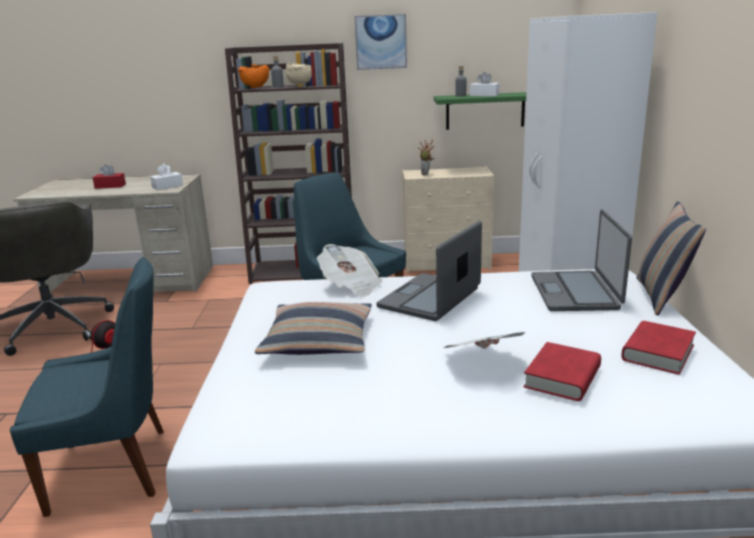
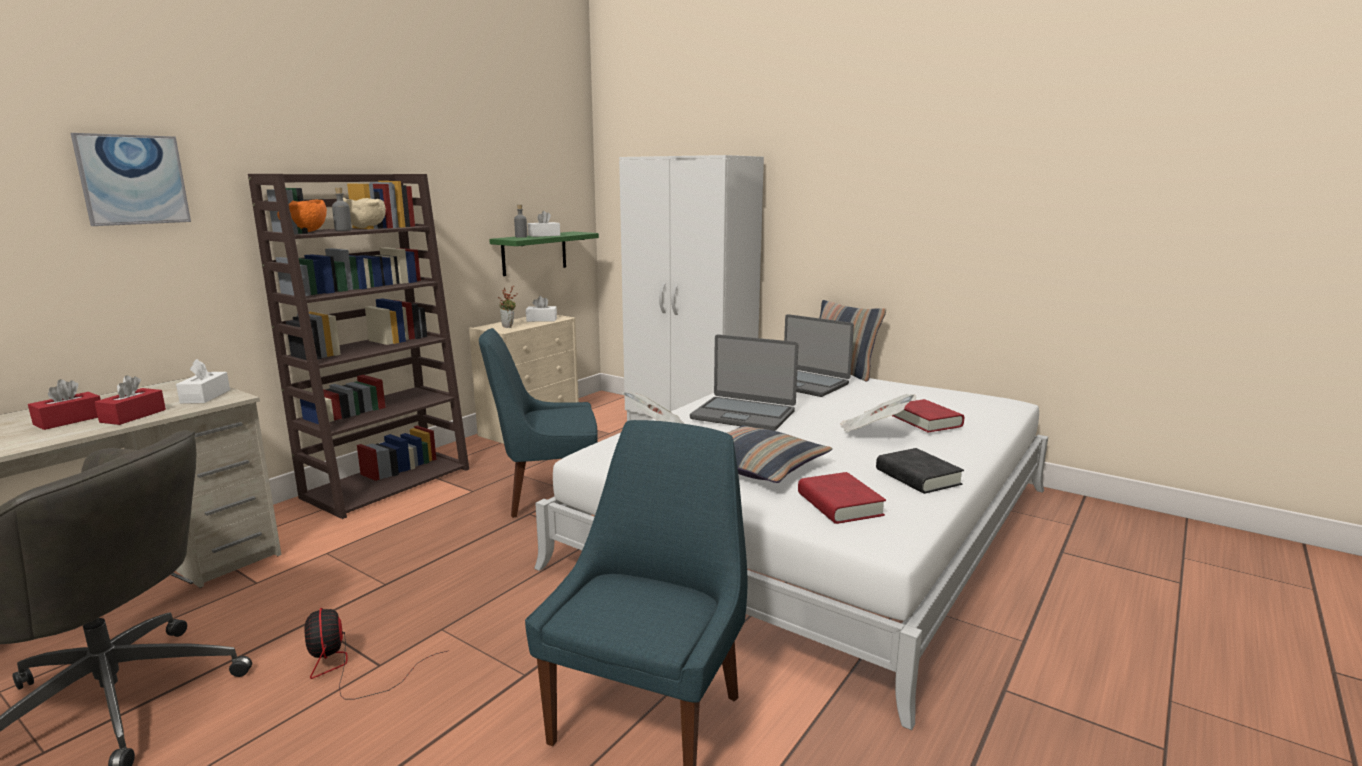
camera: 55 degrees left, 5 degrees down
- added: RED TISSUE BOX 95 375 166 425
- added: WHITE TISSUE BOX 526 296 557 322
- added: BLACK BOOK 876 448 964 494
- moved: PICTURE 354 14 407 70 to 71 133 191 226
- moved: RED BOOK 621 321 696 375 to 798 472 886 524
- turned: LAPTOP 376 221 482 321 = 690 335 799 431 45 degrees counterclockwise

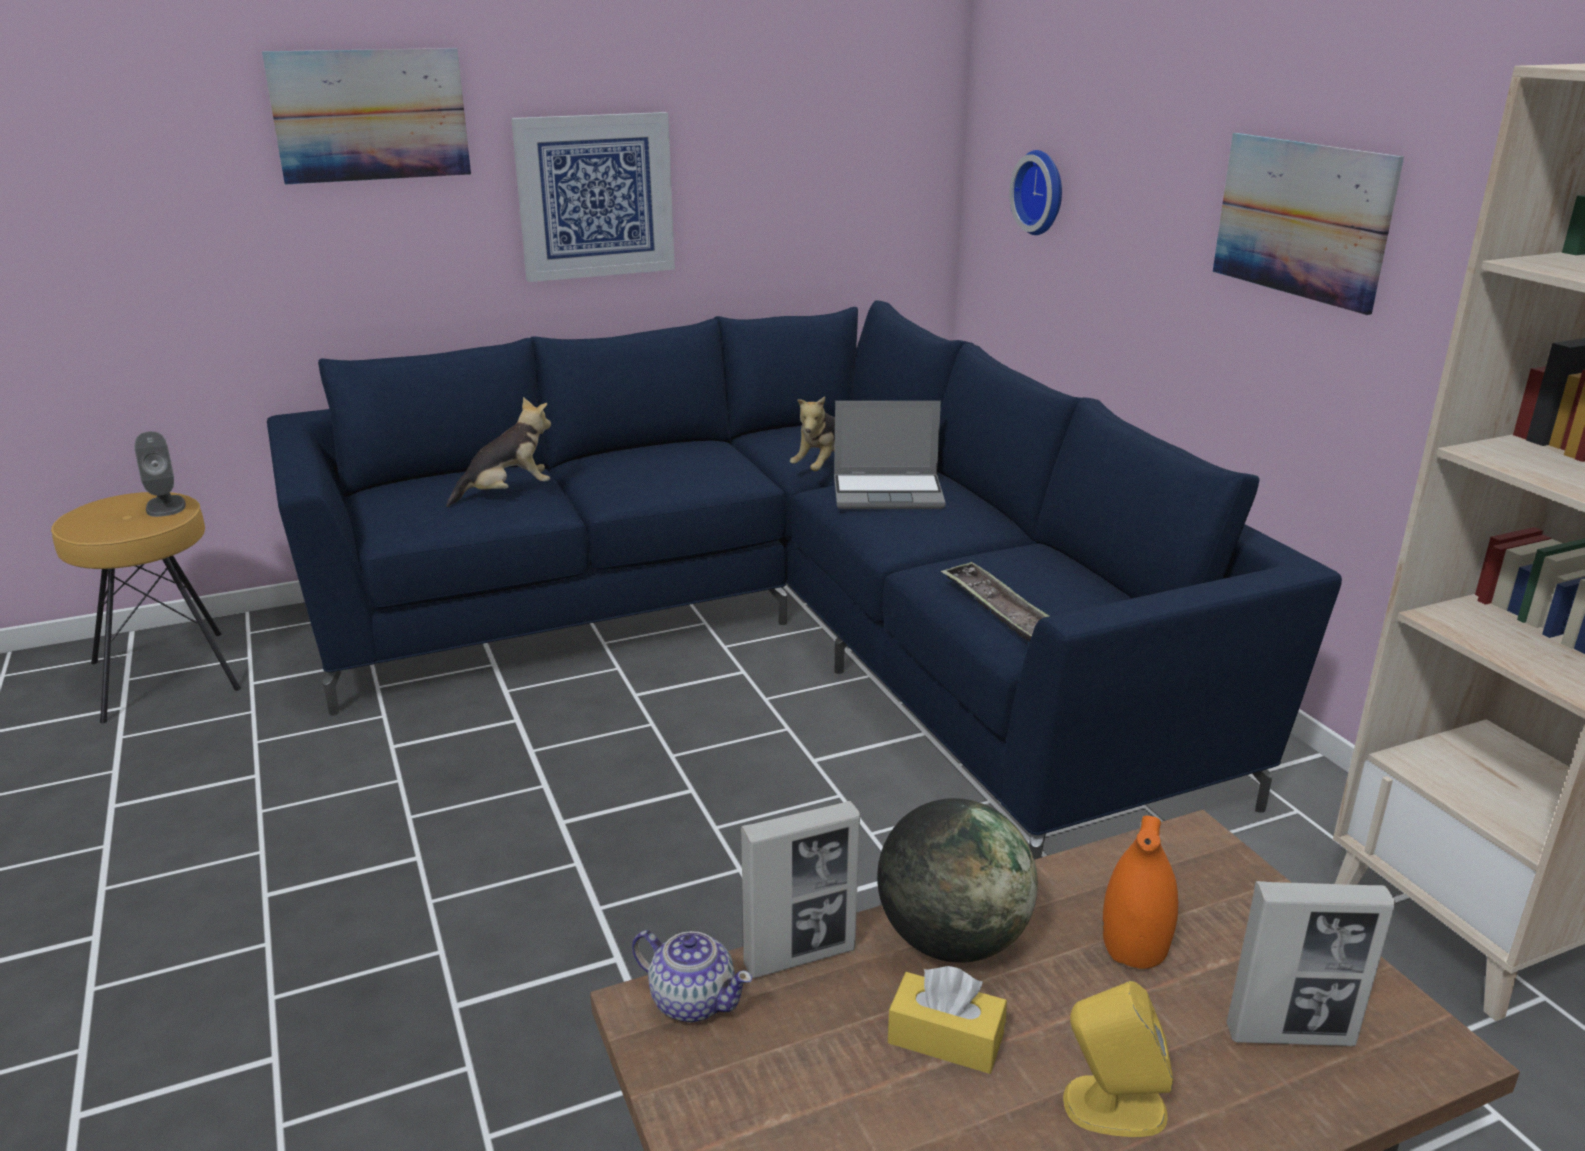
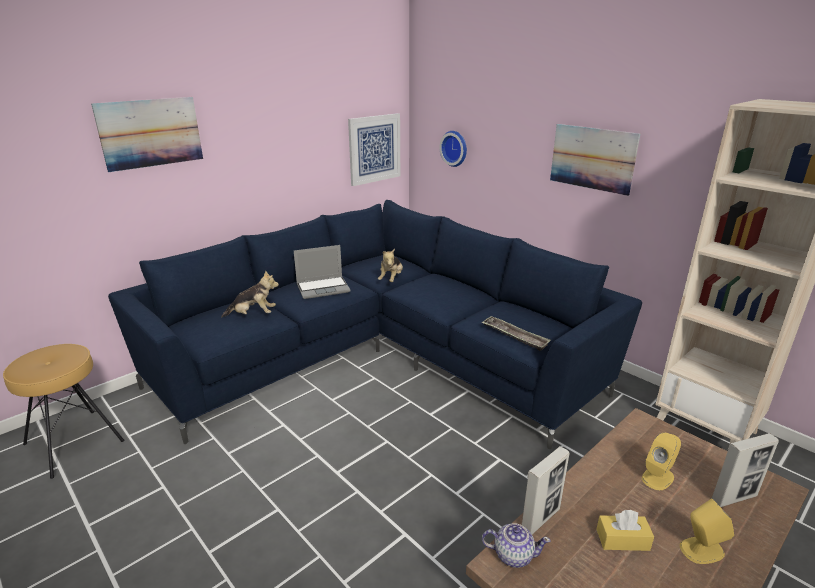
camera: 20 degrees left, 0 degrees up
- removed: GREY SPEAKER 134 431 186 517
- removed: GLOBE 877 798 1038 963
- moved: PICTURE 511 112 675 282 to 348 113 400 186
- moved: LAPTOP 834 401 946 509 to 294 245 351 299
- replaced: ORANGE VASE 1103 816 1178 969 to YELLOW SPEAKER 642 433 681 491
- turned: PLUSH TOY 446 397 551 507 = 221 270 279 317 45 degrees clockwise

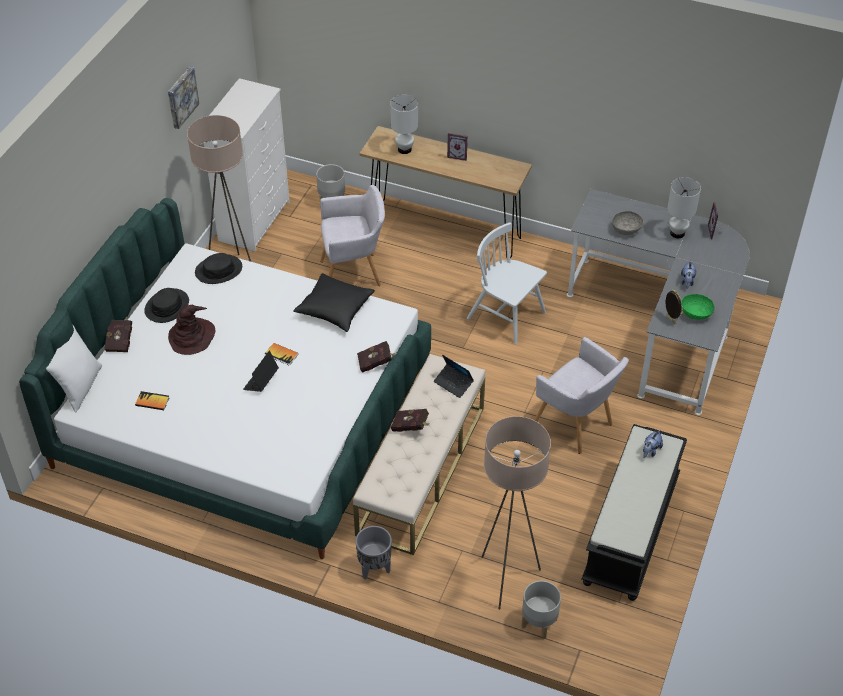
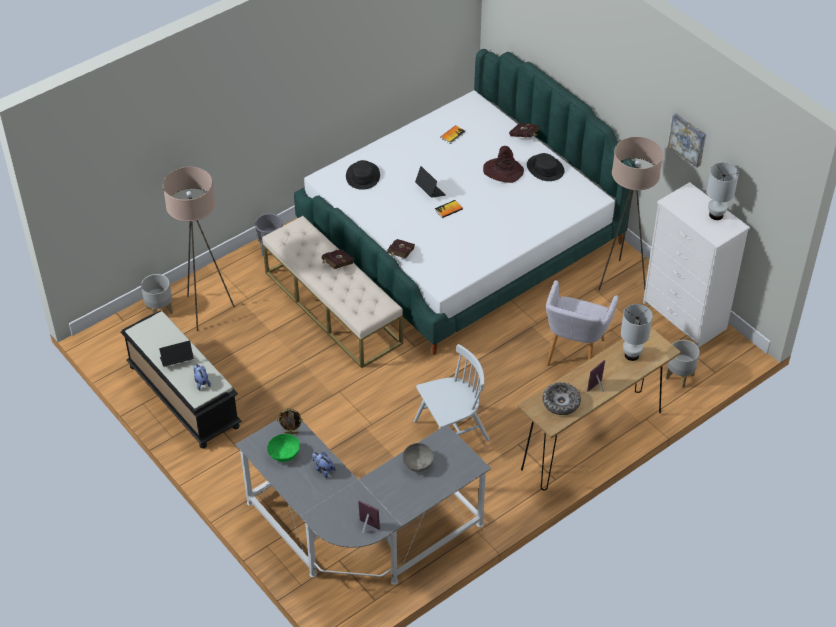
camera: 120 degrees right, 0 degrees up
- removed: WHITE PILLOW 46 325 102 413
- removed: BLACK PILLOW 294 273 375 332
- removed: GREY ARMCHAIR 534 337 629 454
- added: BOWL 542 382 581 415
- moved: BLACK HAT 195 253 242 284 to 346 160 380 190
- moved: LAPTOP 434 355 474 398 to 159 341 194 367
- moved: WHITE TABLE LAMP 667 177 701 238 to 707 163 739 220

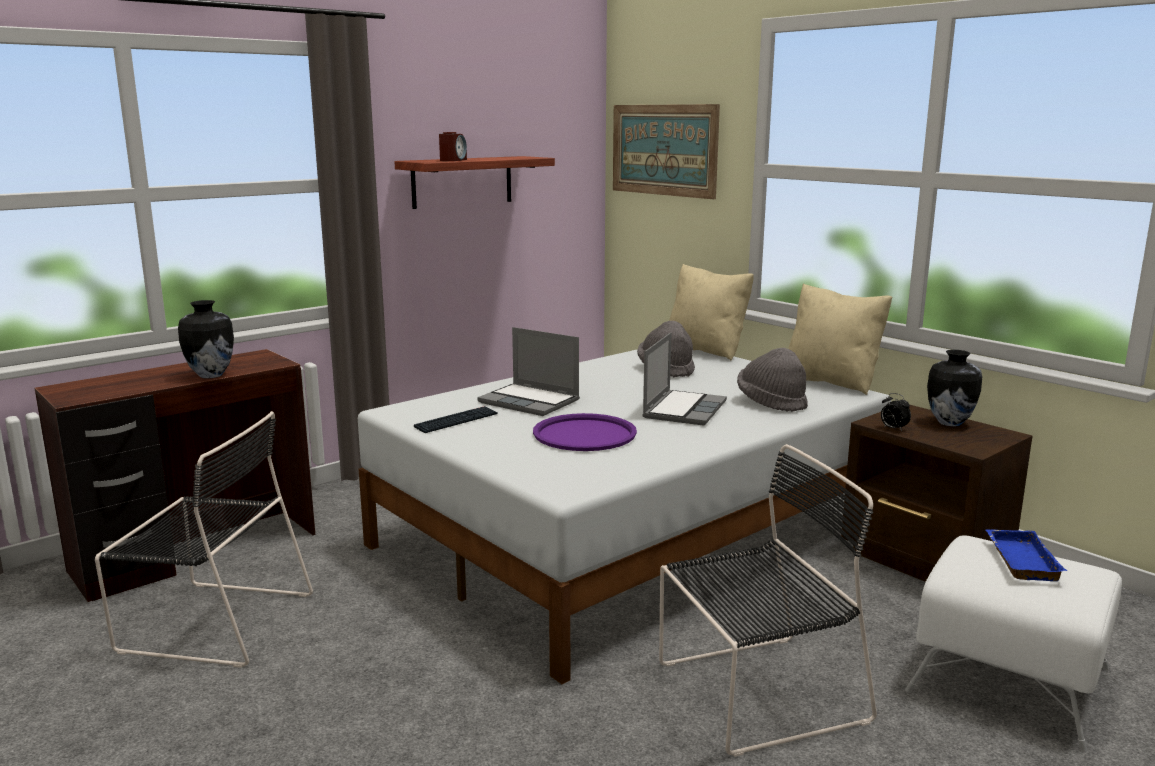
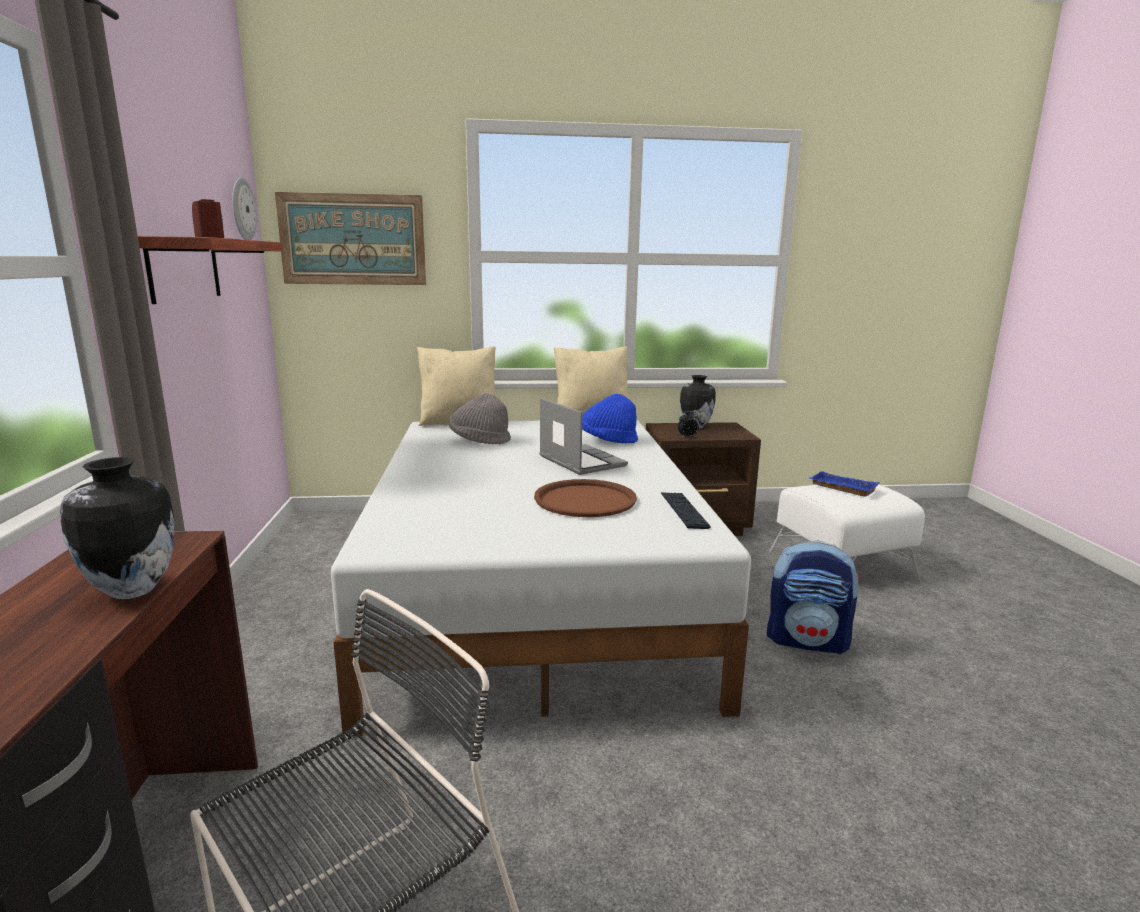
camera: 55 degrees left, 0 degrees up
- removed: LAPTOP 477 327 580 416
- added: WALL CLOCK 232 178 257 240
- moved: KEYBOARD 414 406 498 433 to 661 492 711 529
- replaced: BLACK CHAIR 659 444 877 757 to BACKPACK 767 541 860 655
- recoloured: PURPLE TRAY 533 413 637 451 to BROWN TRAY 534 479 637 517
- recoloured: GREY HAT 737 348 808 412 to BLUE HAT 582 394 638 444

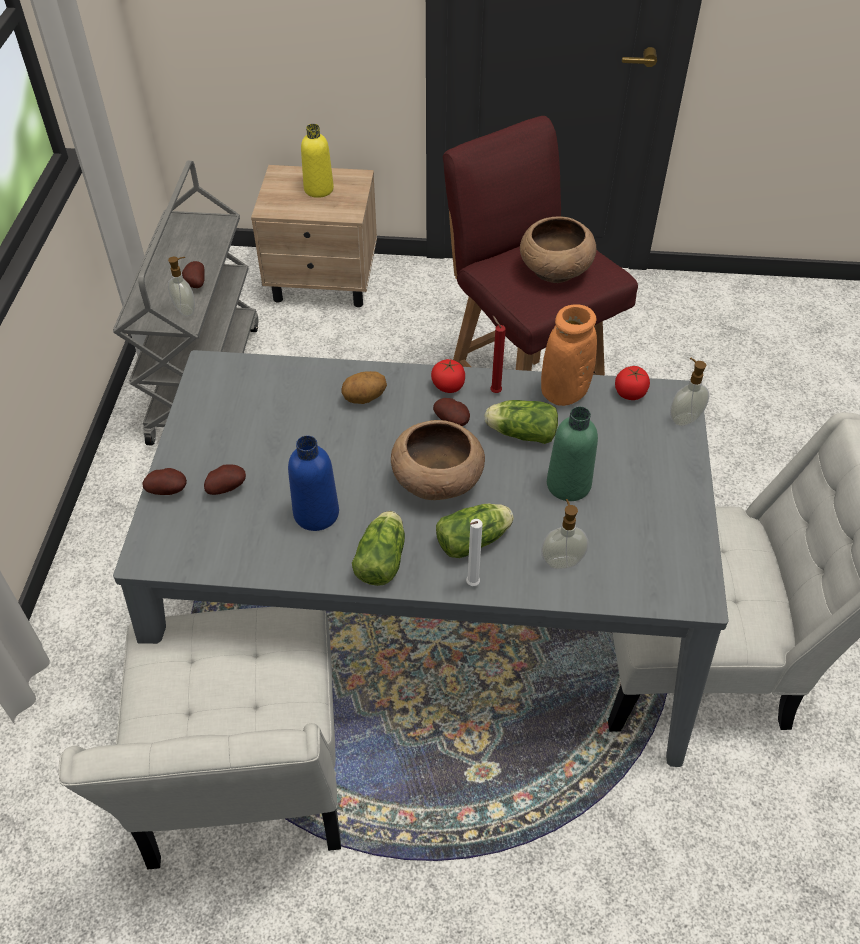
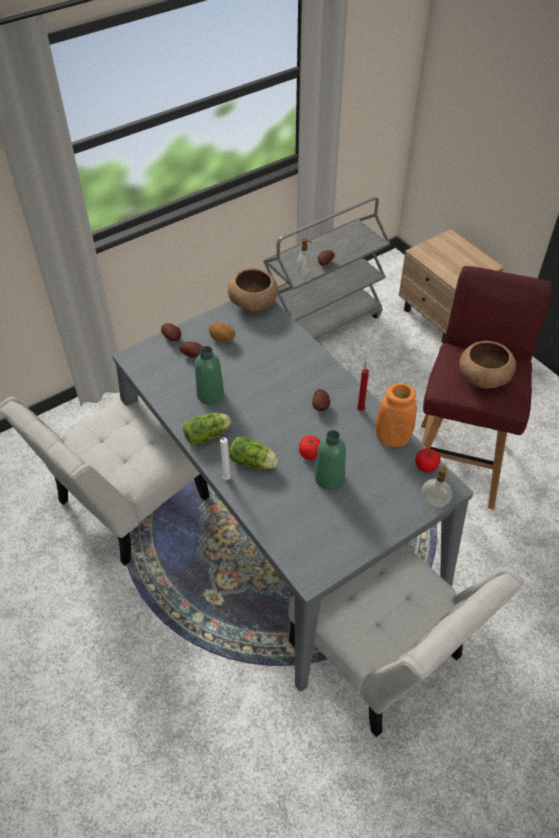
camera: 50 degrees right, 0 degrees up
- removed: YELLOW BOTTLE 301 124 334 198
- removed: LETTUCE 485 400 558 444
- removed: SOAP DISPENSER 541 499 589 569
- moved: POTATO 341 371 387 404 to 209 322 235 342
- moved: BROWN BOWL 391 420 485 500 to 228 268 278 313
- moved: TOMATO 431 359 465 393 to 299 436 320 460
- recoloured: BLUE BOTTLE 288 436 339 531 to GREEN BOTTLE 195 346 224 405

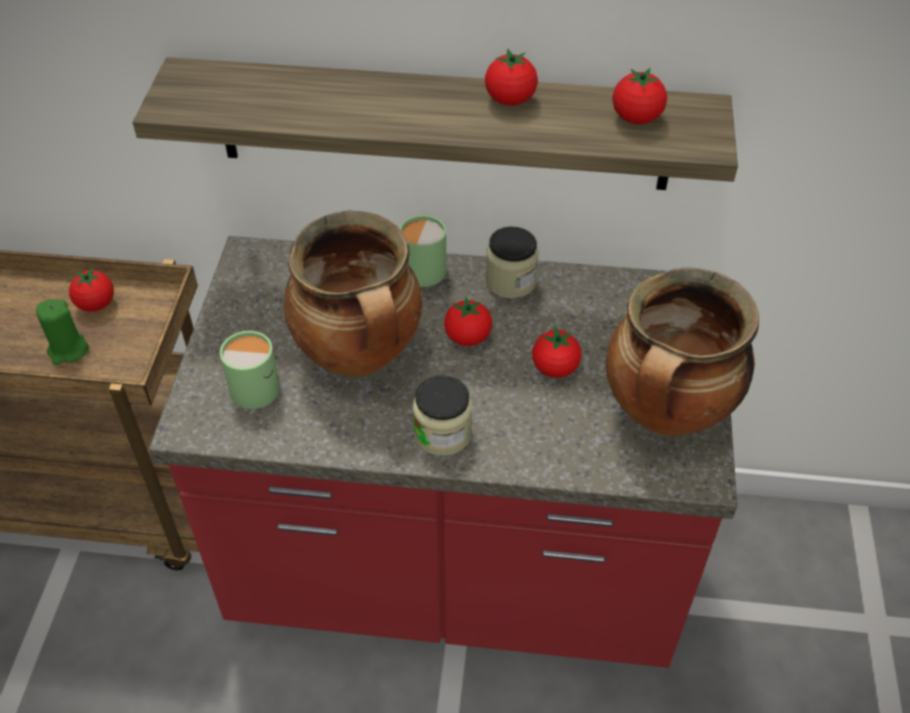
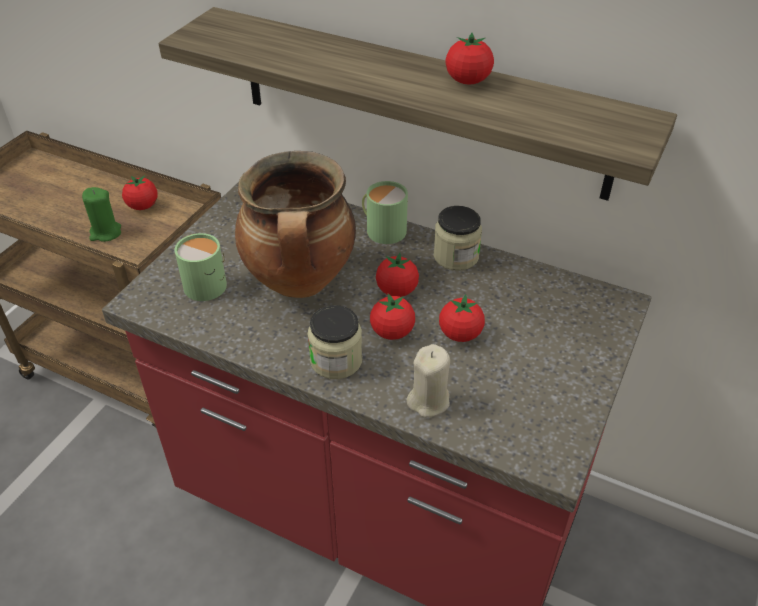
camera: 20 degrees right, 5 degrees down
- removed: COOKING POT 606 267 759 436
- added: BEIGE CANDLE 406 344 450 418
- moved: TOMATO 612 68 667 124 to 370 294 415 340

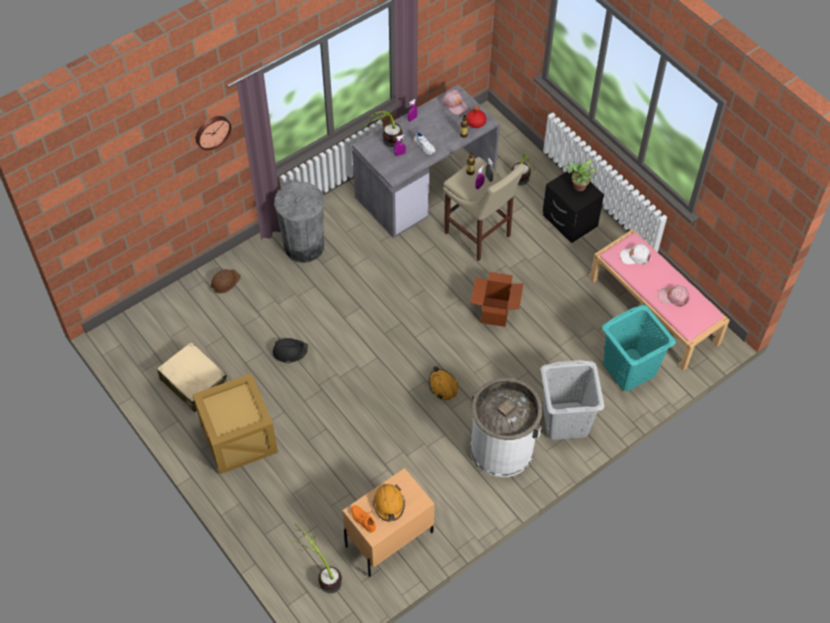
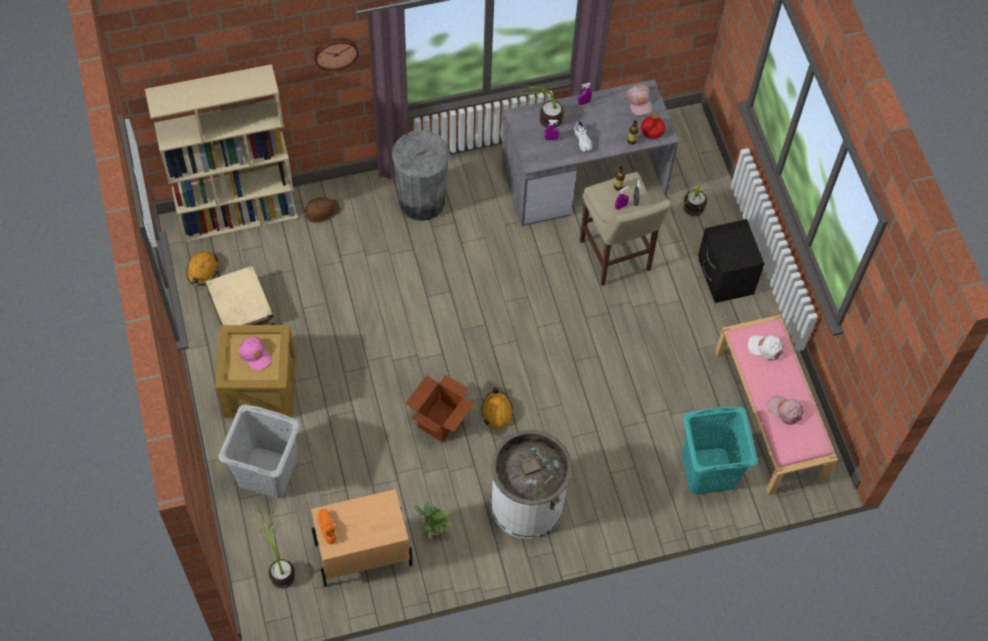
camera: 20 degrees right, 5 degrees up
- removed: BLACK HARD HAT 273 338 308 363
- added: BEIGE BOOKCASE 145 64 298 243
- added: PINK CAP 238 336 272 371
- moved: ORANGE HARD HAT 373 484 405 521 to 186 251 219 286
- moved: CARDBOARD BOX 471 272 524 327 to 405 374 475 442
- moved: GREY LAUNDRY BASKET 541 360 604 440 to 219 404 301 498
- moved: POTTED PLANT 564 160 596 191 to 414 501 453 540

